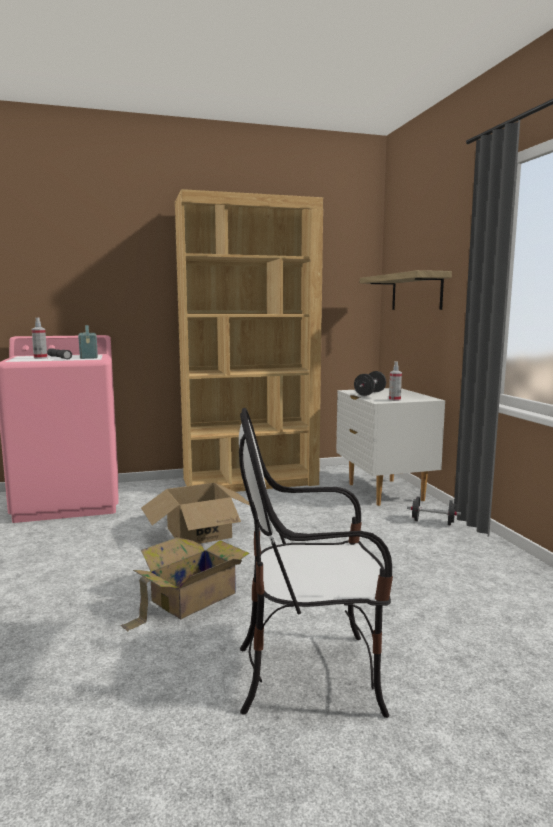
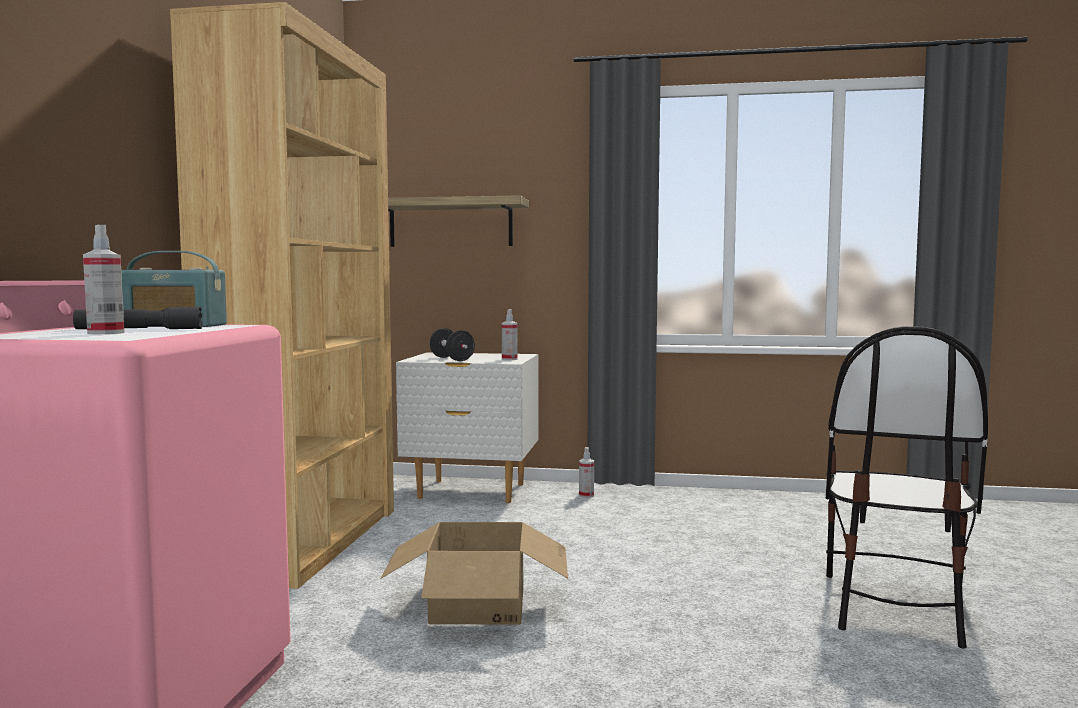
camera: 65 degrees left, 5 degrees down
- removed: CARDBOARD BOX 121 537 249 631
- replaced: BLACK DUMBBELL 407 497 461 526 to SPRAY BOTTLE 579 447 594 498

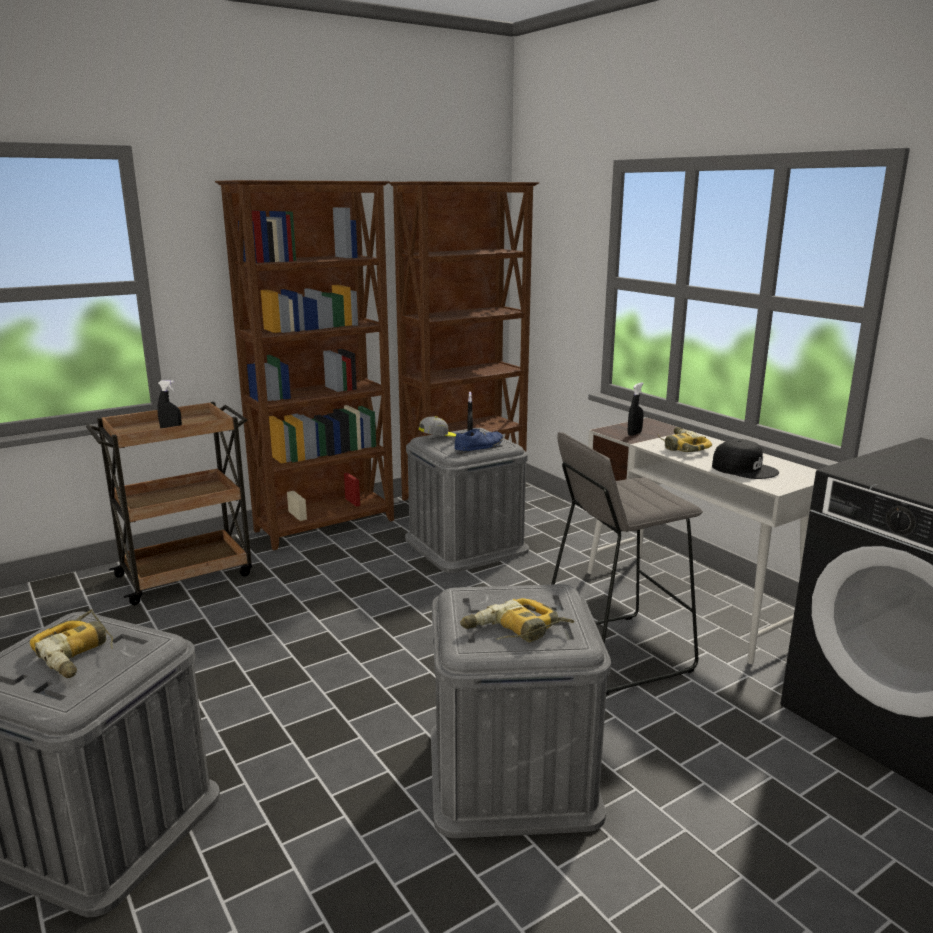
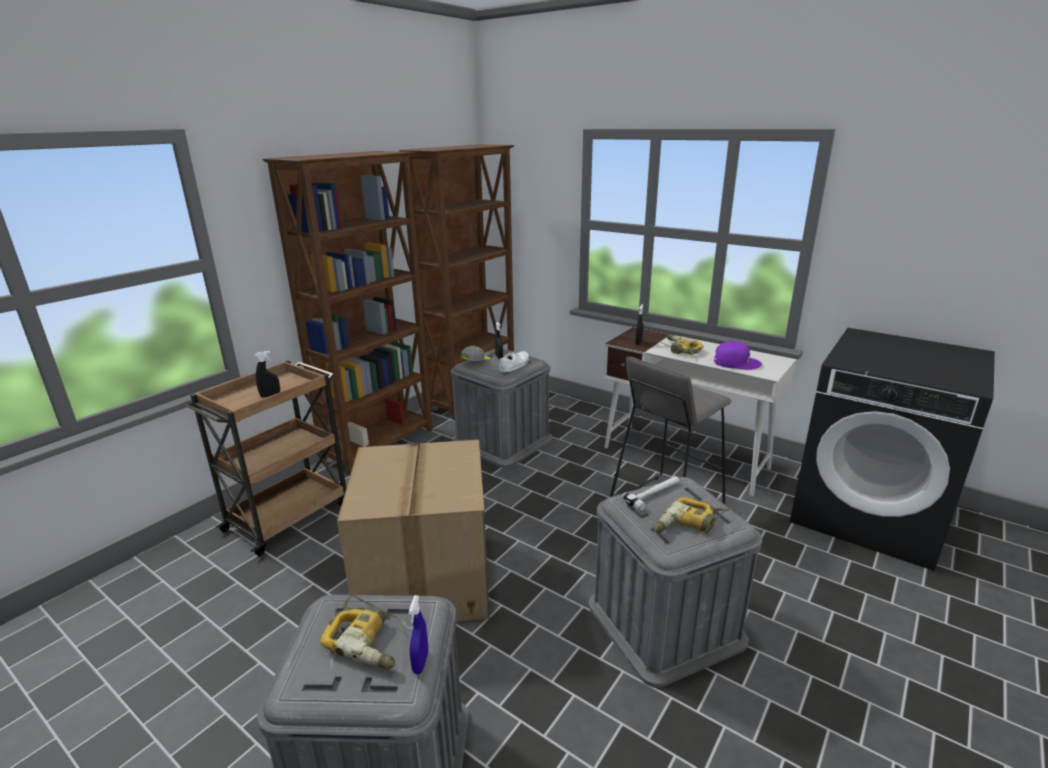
camera: 20 degrees left, 5 degrees up
- added: CARDBOARD BOX 337 440 490 622
- added: BLUE SPRAY BOTTLE 409 595 428 674
- added: HAMMER 622 476 680 511
- recoloured: BLUE SHOE 455 429 503 451 to WHITE SHOE 499 351 529 372
- recoloured: BLACK CAP 712 439 779 479 to PURPLE CAP 714 341 762 370

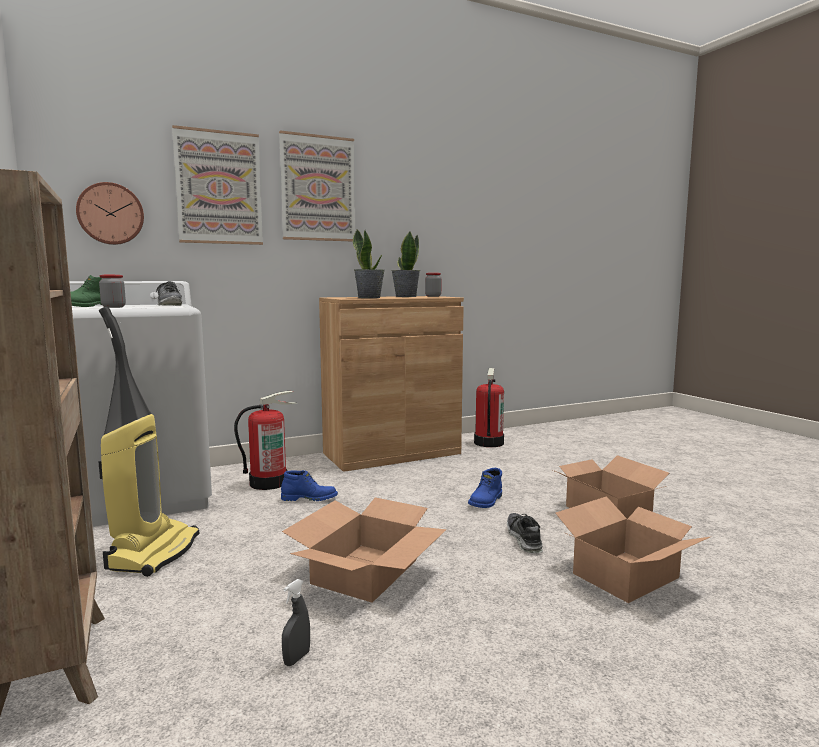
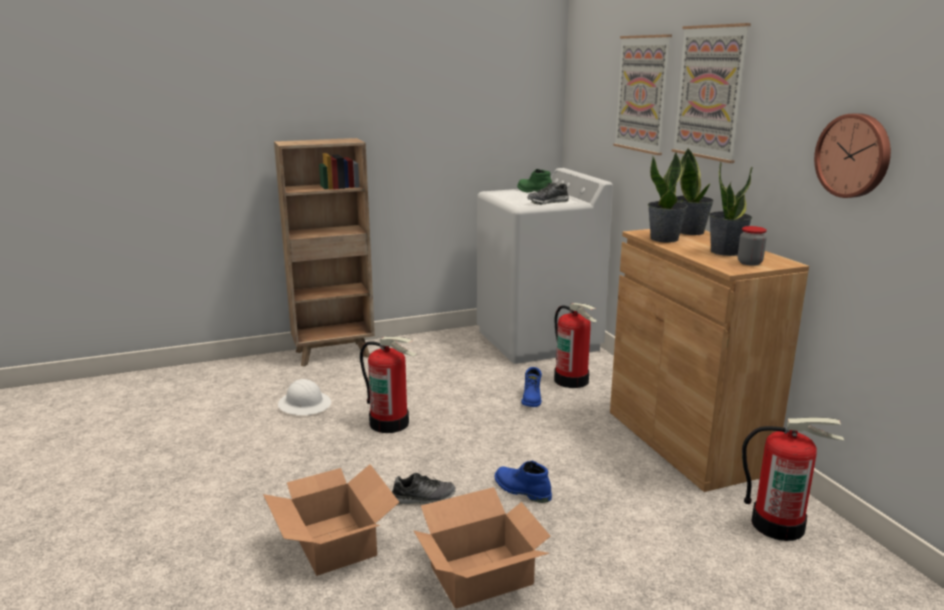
camera: 95 degrees right, 10 degrees up
- removed: VACUUM CLEANER 98 307 199 577
- removed: JAR 99 275 126 308
- added: POTTED PLANT 677 148 714 235
- moved: WALL CLOCK 76 182 144 245 to 814 113 891 198
- replaced: CARDBOARD BOX 282 497 447 603 to FIRE EXTINGUISHER 360 337 417 433
- replaced: GREY SPRAY BOTTLE 282 579 310 666 to WHITE HARD HAT 278 379 331 415

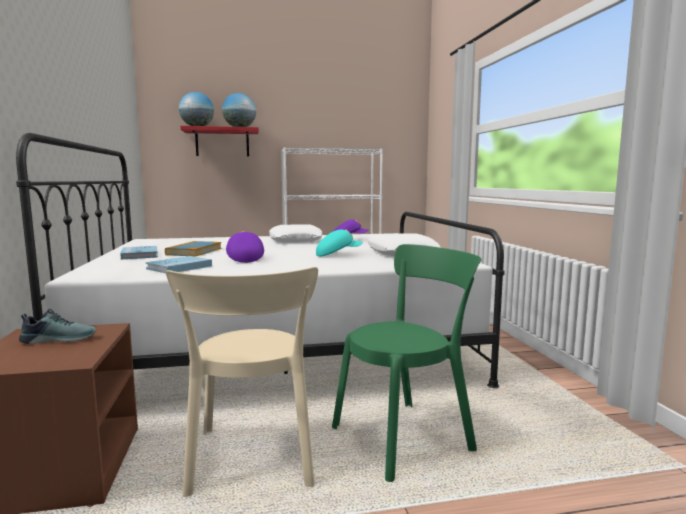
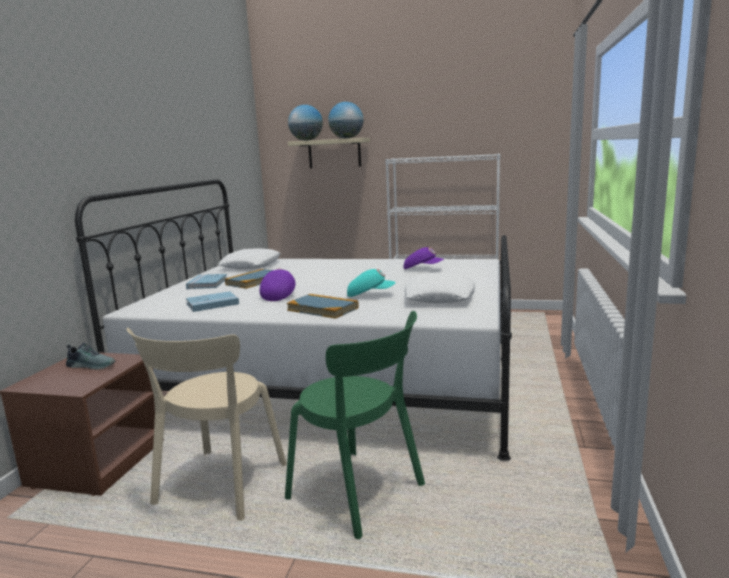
camera: 25 degrees right, 5 degrees up
- added: BOOK 287 294 359 319
- moved: WHITE PILLOW 269 224 322 243 to 218 248 281 269
- recoloured: RED SHELF 180 126 259 156 to BEIGE SHELF 288 138 370 168
- turned: GREEN CHAIR 332 244 482 482 = 285 311 425 539 45 degrees clockwise

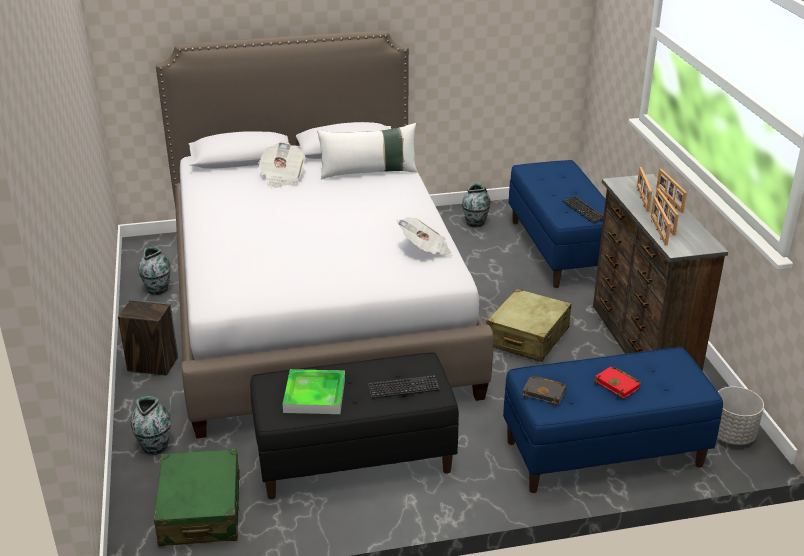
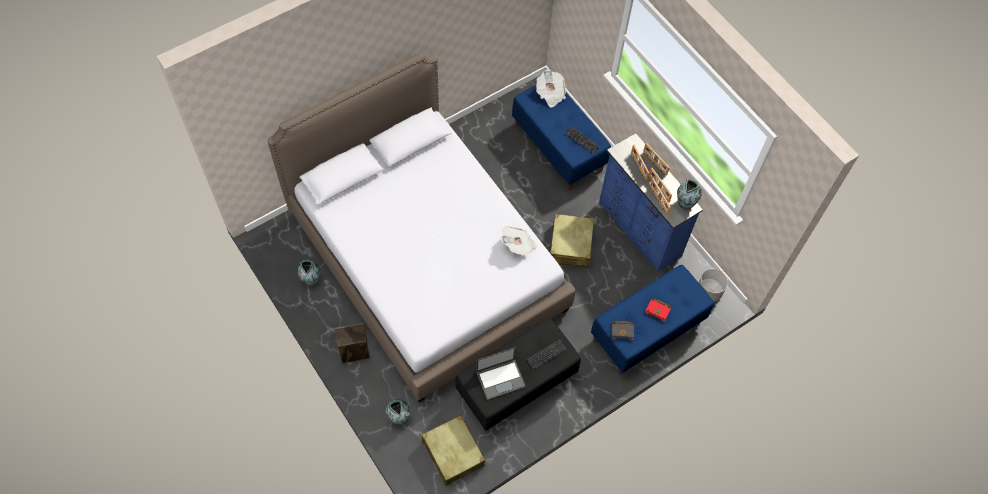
camera: 25 degrees left, 30 degrees up
- removed: WHITE PILLOW 317 123 417 180
- moved: NEWSPAPER 258 142 306 188 to 536 69 566 108
- moved: VASE 462 183 491 228 to 677 179 702 210
- replaced: TRAY 283 369 345 414 to LAPTOP 476 347 526 400
- recoloured: GREEN SUITCASE 154 449 241 546 to BEIGE SUITCASE 422 415 485 486
- recoloured: BROWN DRESSER 593 174 728 371 to BLUE DRESSER 599 133 703 272

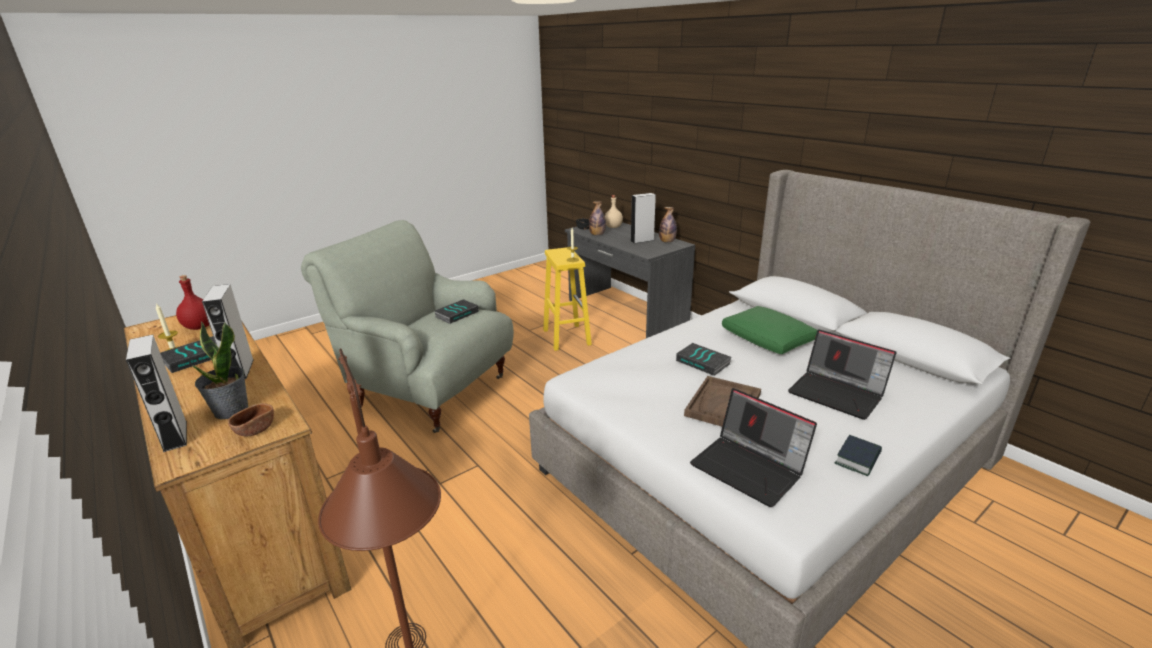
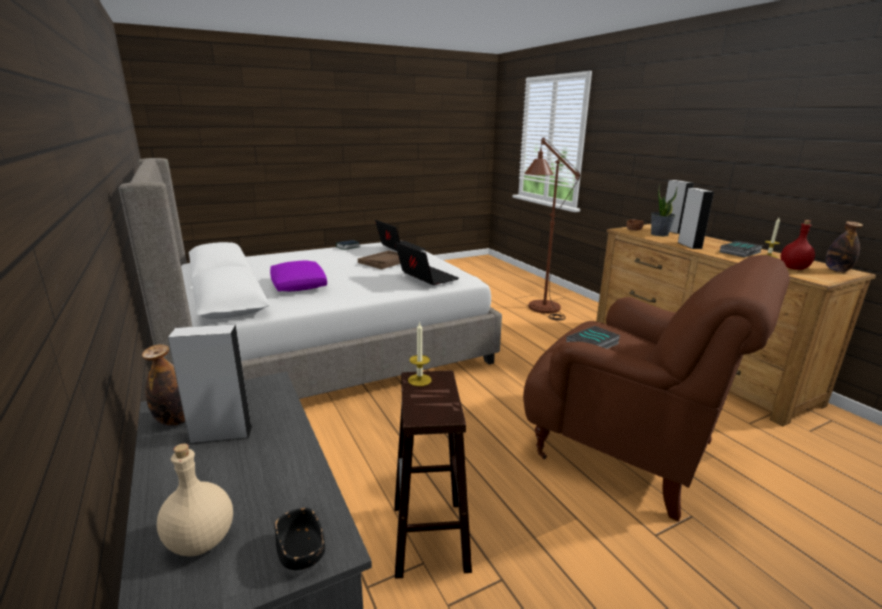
camera: 170 degrees left, 5 degrees down
- removed: BOOK 676 343 731 376
- moved: BOTTLE 589 201 606 235 to 825 221 863 272
- moved: LAPTOP 788 329 896 420 to 395 242 459 285
- recoloured: GREY ARMCHAIR 301 220 514 433 to BROWN ARMCHAIR 523 255 790 522
- recoloured: YELLOW STOOL 543 247 592 351 to BROWN STOOL 394 371 472 579
- recoloured: GREEN PILLOW 722 306 817 354 to PURPLE PILLOW 270 261 327 291

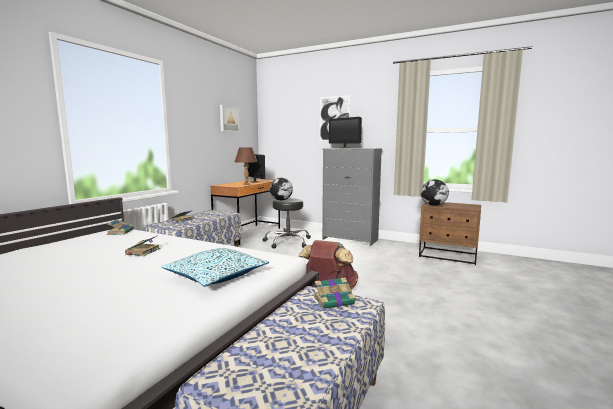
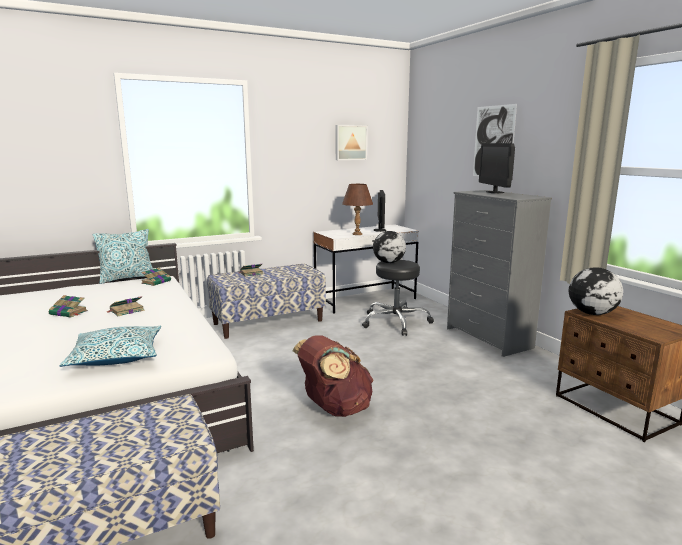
camera: 35 degrees right, 5 degrees up
- added: PILLOW 93 229 153 284
- moved: BOOK 314 278 358 309 to 49 295 88 318
- recoloured: BROWN DESK 210 179 280 245 to WHITE DESK 313 224 419 314

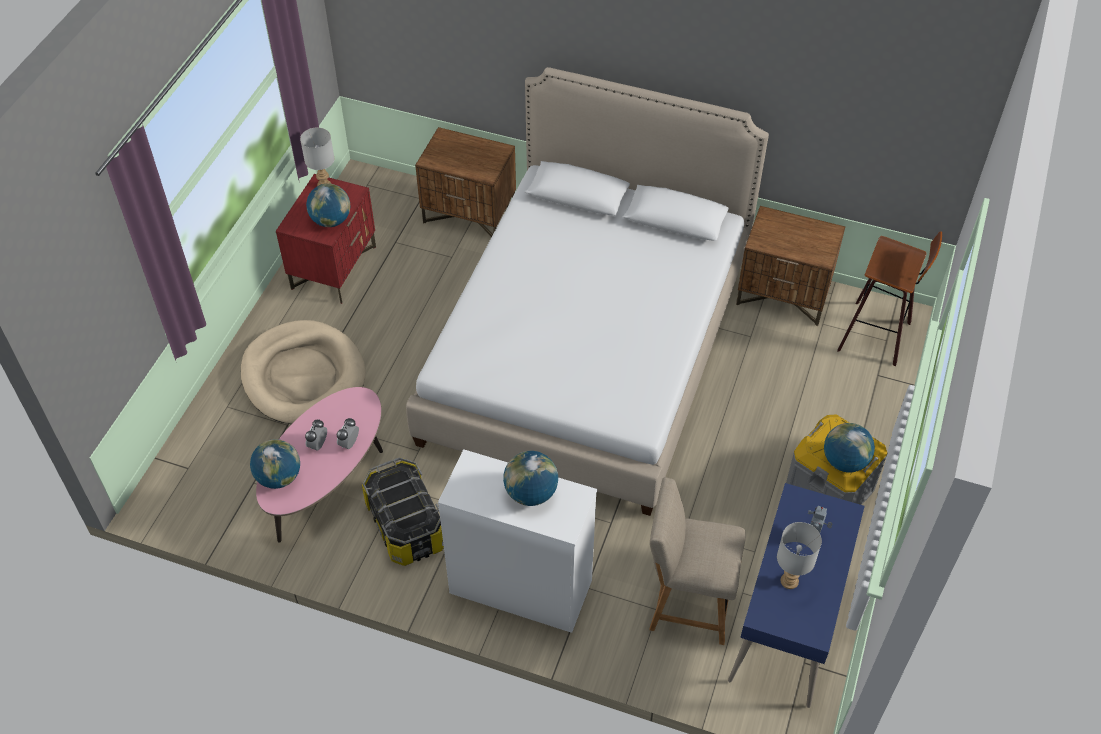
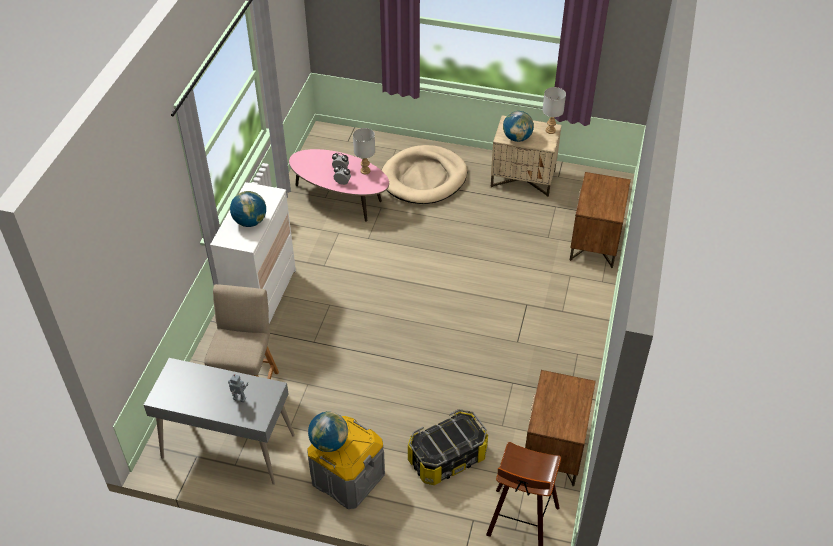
camera: 85 degrees right, 5 degrees down
- removed: GLOBE 250 439 300 489
- removed: BED 406 67 769 516
- moved: STORAGE BOX 362 457 444 566 to 408 409 488 485
- moved: GREY TABLE LAMP 777 522 822 589 to 353 128 375 174
- recoloured: RED NIGHTSTAND 276 174 376 304 to BEIGE NIGHTSTAND 491 115 562 197
- recoloured: BLUE DESK 728 483 865 708 to GREY DESK 144 358 295 485

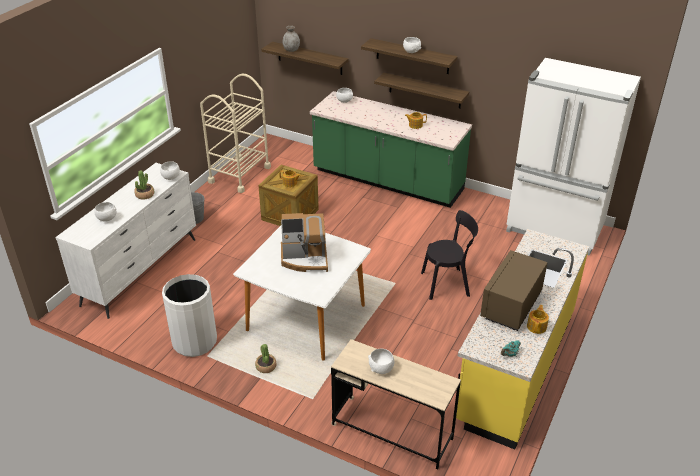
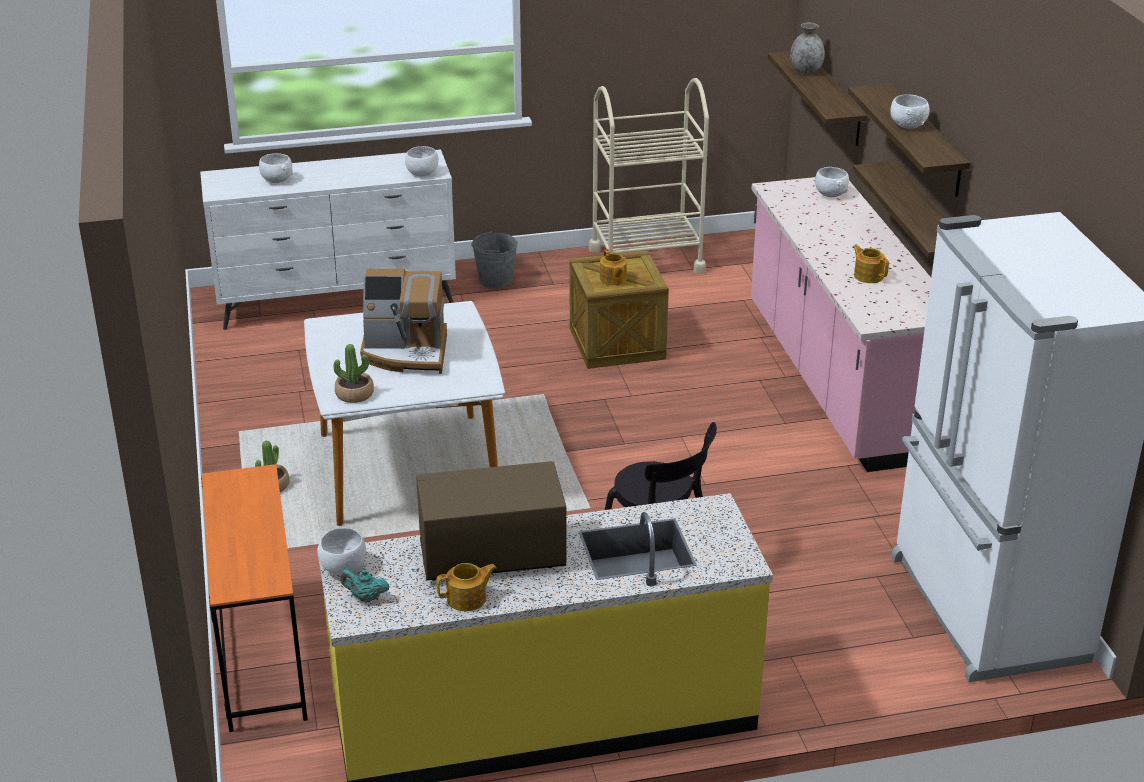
camera: 50 degrees right, 5 degrees down
- removed: WHITE TRASH CAN 162 274 217 357
- moved: POTTED PLANT 134 170 154 199 to 333 344 374 403
- moved: WHITE BOWL 368 349 394 374 to 318 528 366 575
- recoloured: GREEN COUNTER 310 91 472 208 to PINK COUNTER 751 177 931 472
- recoloured: BEIGE DESK 331 339 461 469 to ORANGE DESK 201 464 308 732
- turned: COFFEE MACHINE 281 213 328 272 = 360 269 447 374 45 degrees counterclockwise

